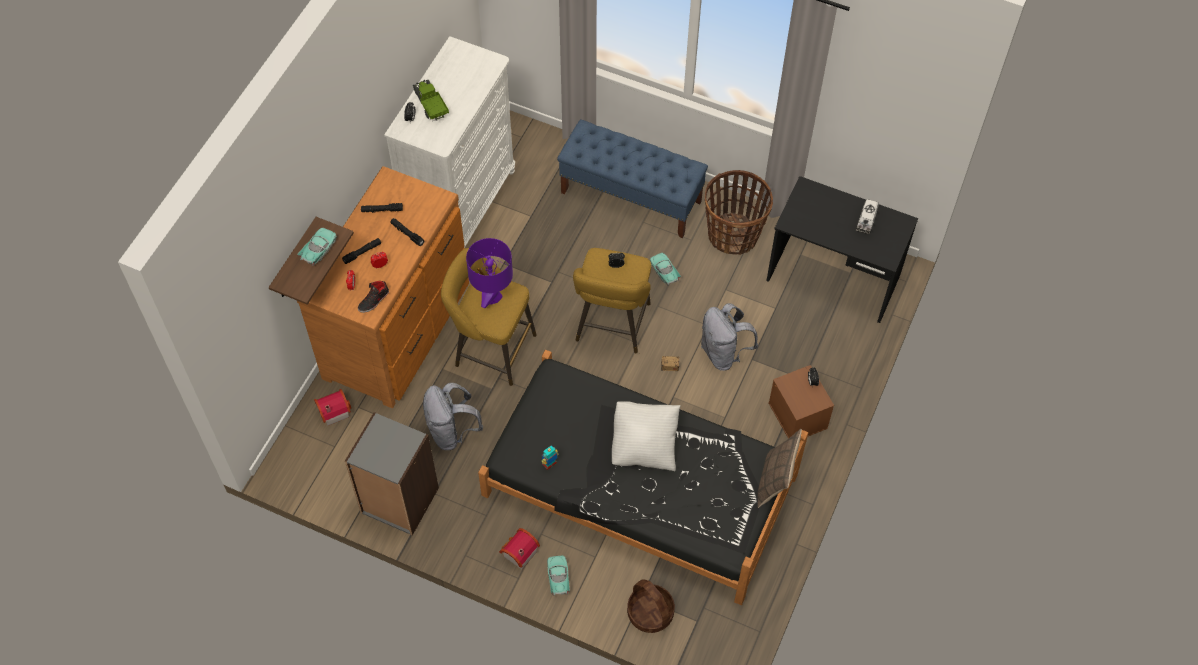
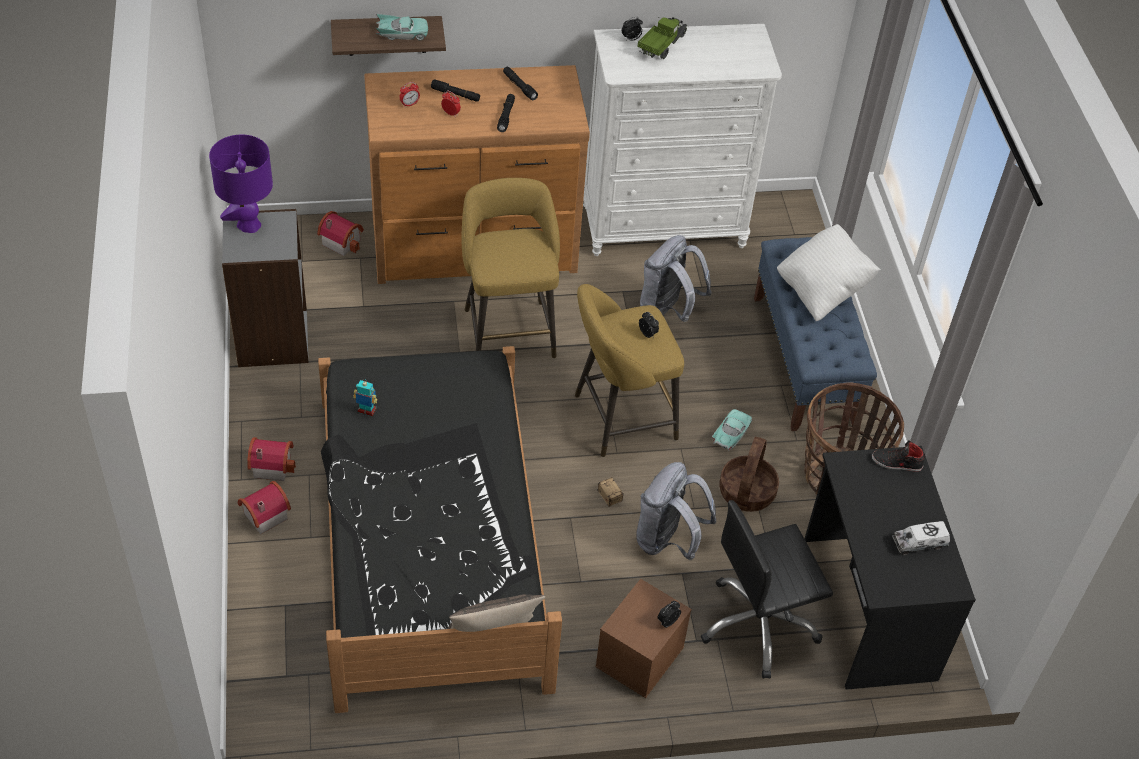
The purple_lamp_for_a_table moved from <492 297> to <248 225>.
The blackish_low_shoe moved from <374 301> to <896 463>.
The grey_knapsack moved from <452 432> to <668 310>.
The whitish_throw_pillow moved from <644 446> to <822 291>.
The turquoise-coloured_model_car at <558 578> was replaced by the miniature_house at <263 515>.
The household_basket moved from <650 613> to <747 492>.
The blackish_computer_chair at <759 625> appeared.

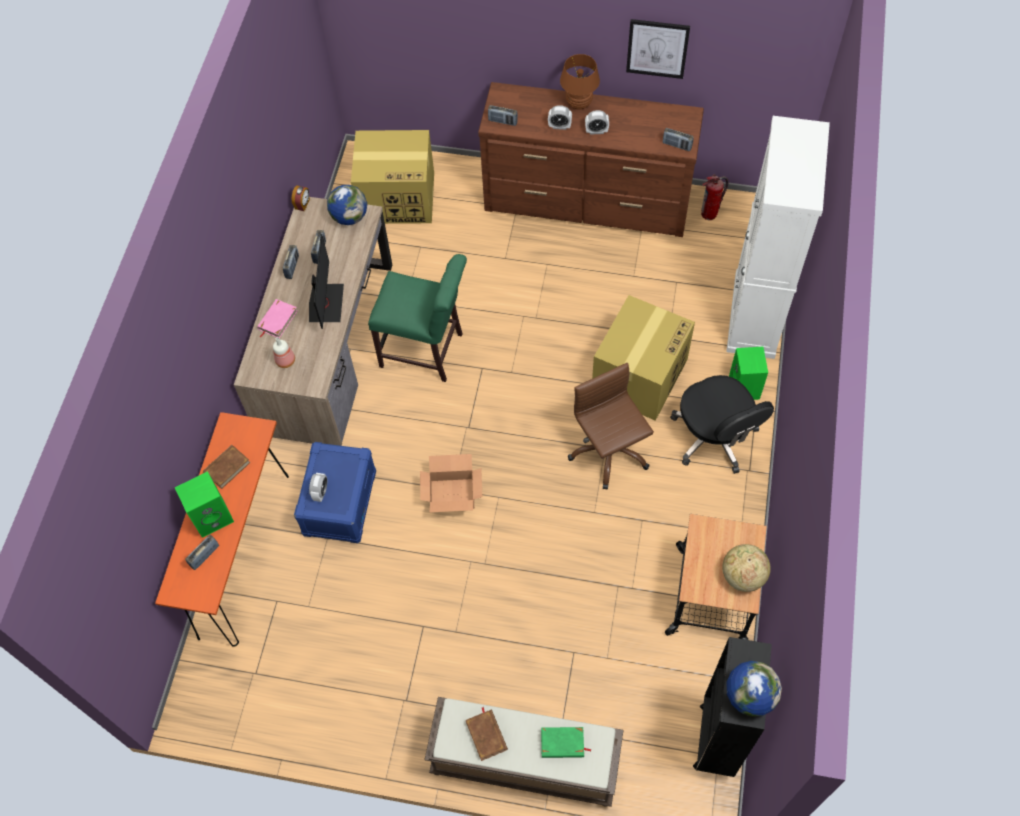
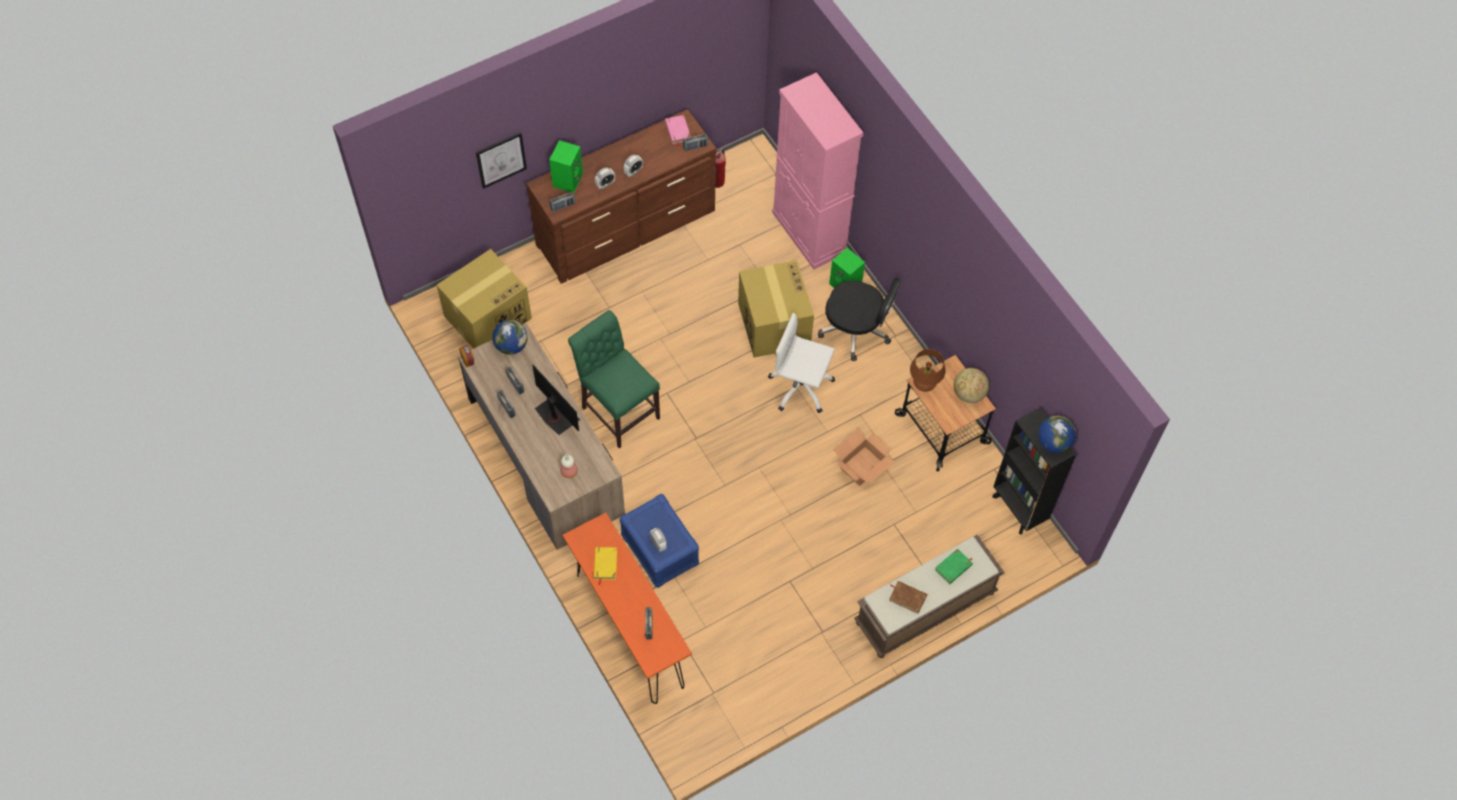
The wall_picture moved from <657 48> to <501 159>.
The brownish_lamp_for_a_table moved from <579 103> to <924 384>.
The whitish_storage_cabinet at <754 315> became the pink_storage_cabinet at <809 233>.
The green_plain_chair at <426 352> turned 105 degrees counterclockwise.
The pink_book moved from <277 320> to <677 131>.
The brownish_computer_chair at <608 452> became the whitish_computer_chair at <800 387>.
The brownish_book at <226 468> became the yellow-coloured_book at <605 564>.
The cardboard_box moved from <452 494> to <861 466>.
The green_audio_speaker moved from <213 516> to <567 179>.

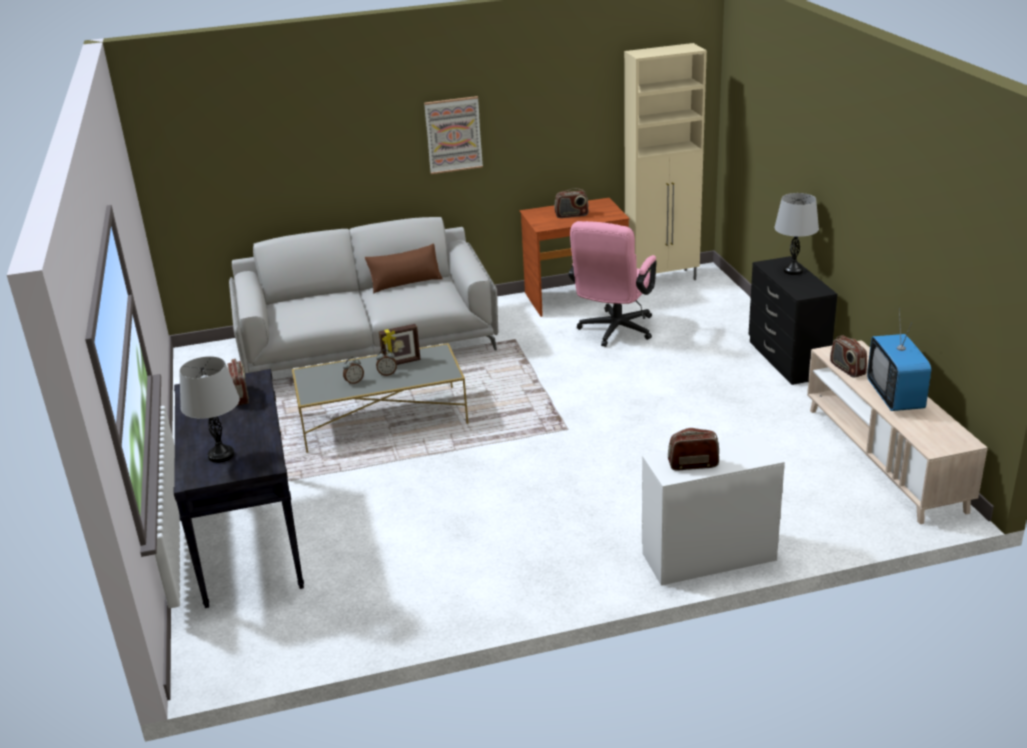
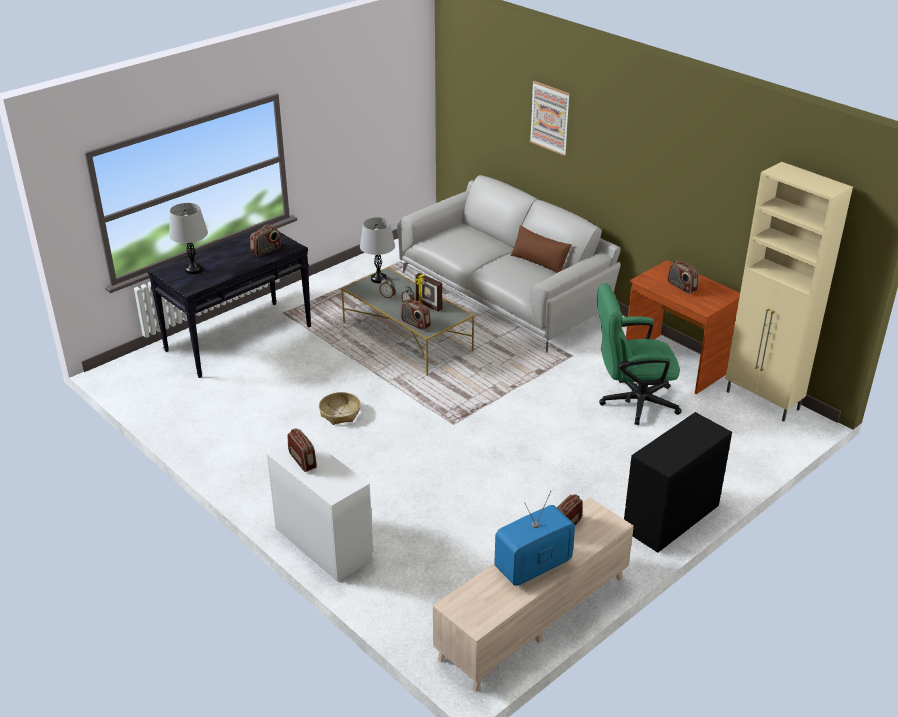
The wall_picture moved from <453 135> to <550 118>.
The grey_lamp_for_a_table moved from <793 271> to <378 279>.
The pink_computer_chair at <614 332> became the green_computer_chair at <631 402>.
The radio_receiver at <415 324> appeared.
The household_basket at <340 413> appeared.

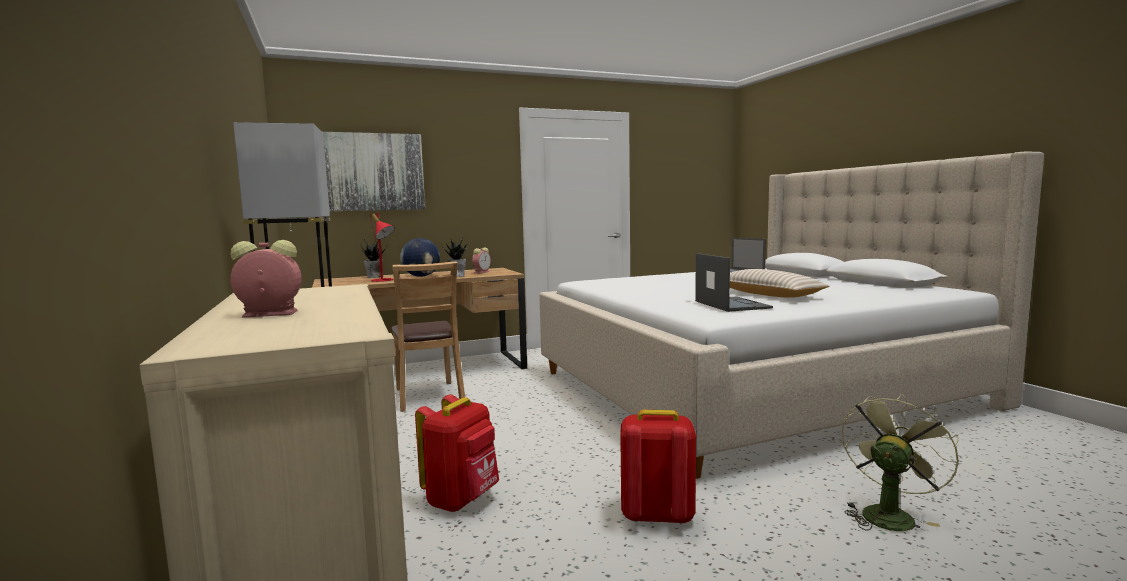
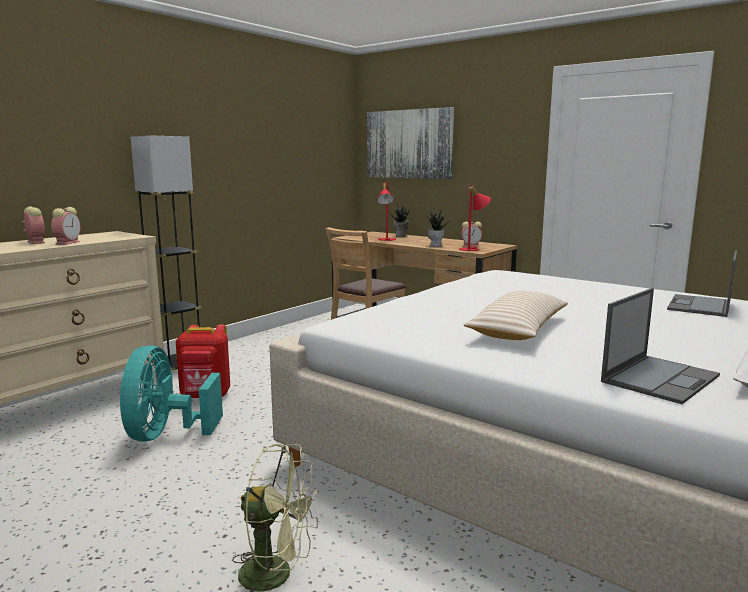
The desk_globe at <421 276> disappeared.
The notebook_computer moved from <731 304> to <660 378>.
The reddish_knapsack at <656 515> disappeared.
The reddish_lamp_for_a_table at <473 249> appeared.
The bedside_clock at <68 243> appeared.
The turquoise-coloured_electric_fan at <165 434> appeared.

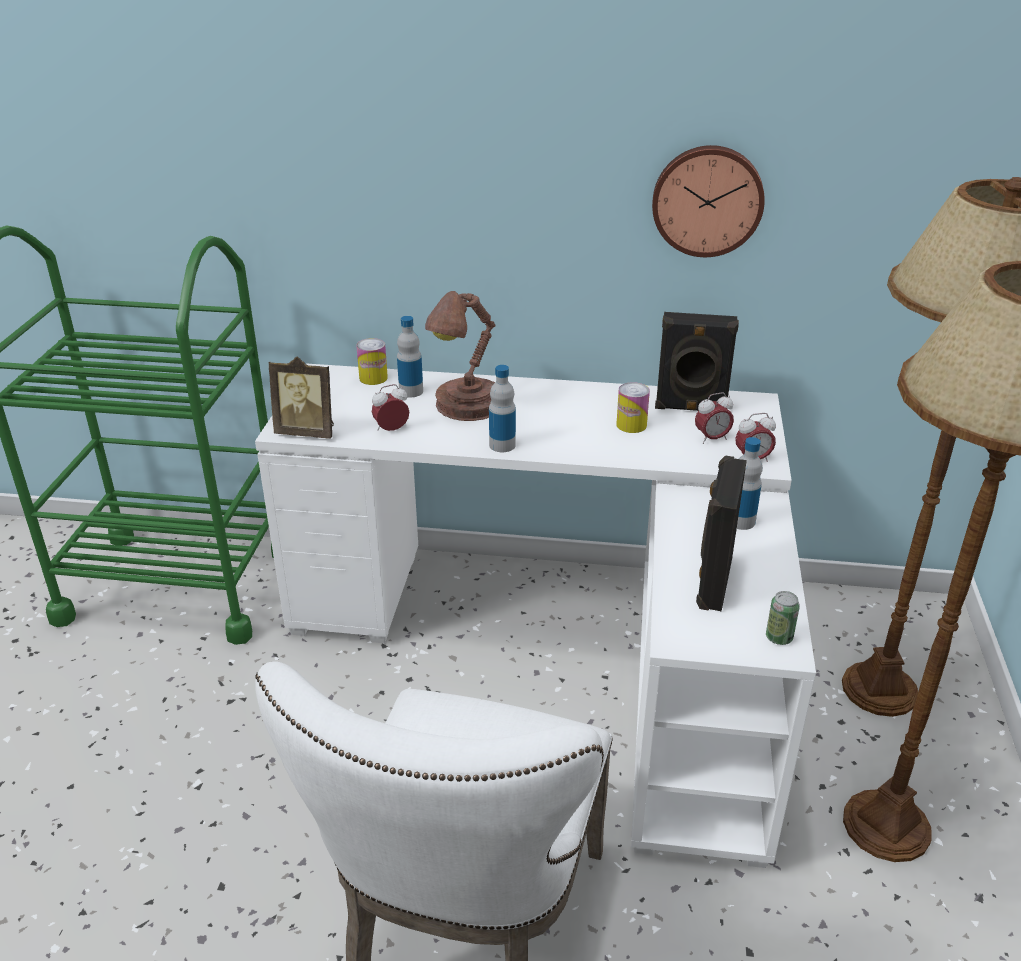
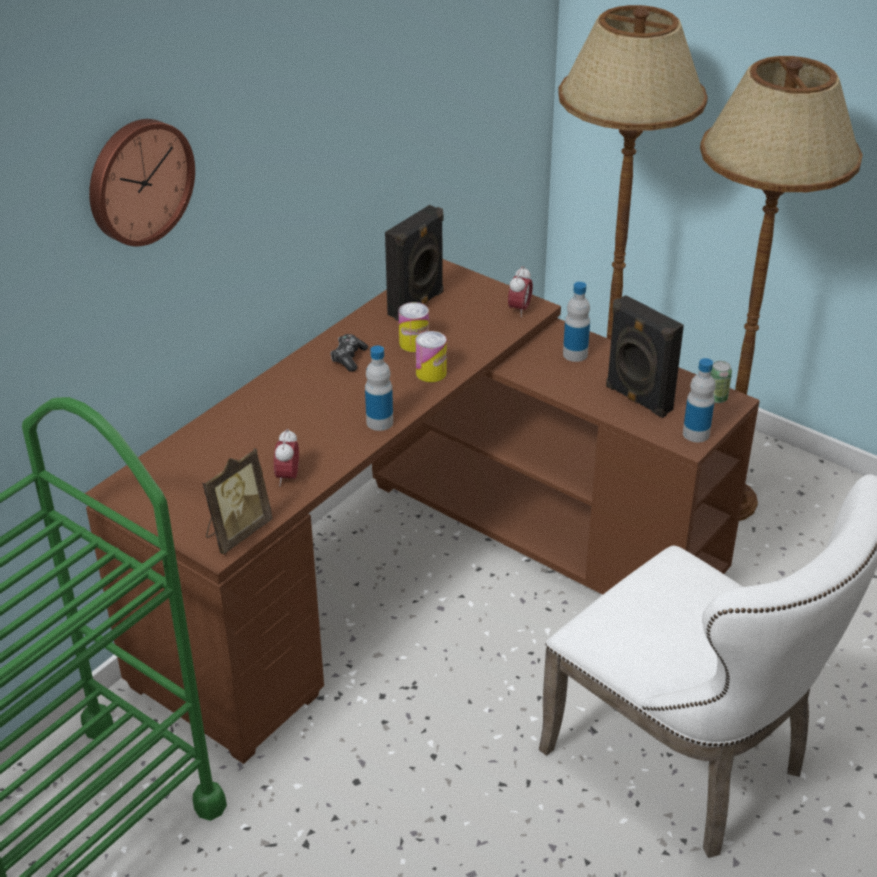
The clock_on_the_wall moved from <707 200> to <138 181>.
The brownish_lamp_for_a_table at <466 407> disappeared.
The bottle moved from <411 391> to <696 434>.
The sealed_can moved from <373 378> to <431 373>.
The whitish_desk at <566 645> became the brownish_desk at <422 575>.
The bedside_clock at <712 439> disappeared.
The joypad at <348 358> appeared.

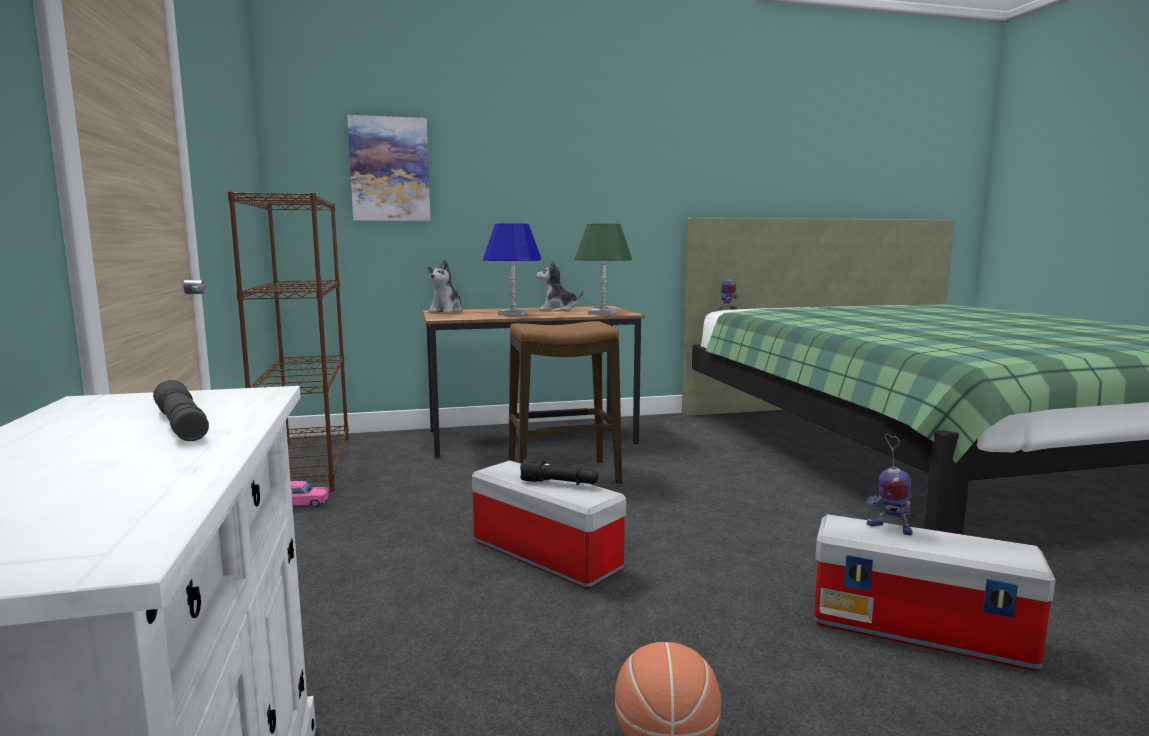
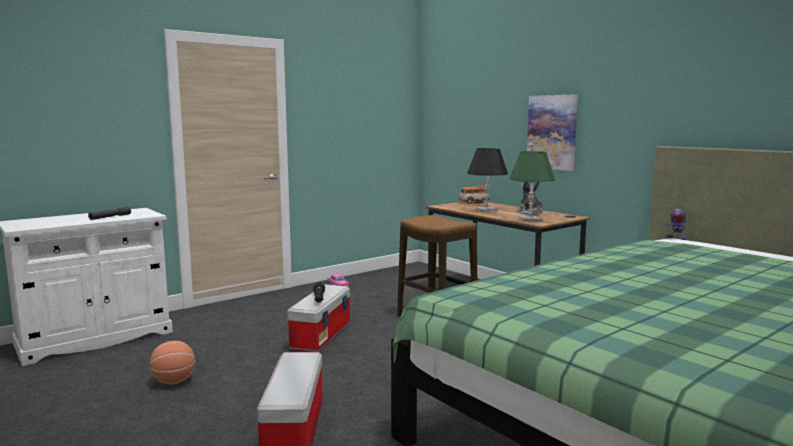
The wall_picture moved from <390 169> to <552 132>.
The brownish_shelving_unit at <307 464> disappeared.
The blue-coloured_lamp_for_a_table at <513 314> became the blackish_lamp_for_a_table at <486 210>.
The soft_toy at <446 311> was replaced by the model_car at <474 202>.
The model_robot at <889 528> disappeared.

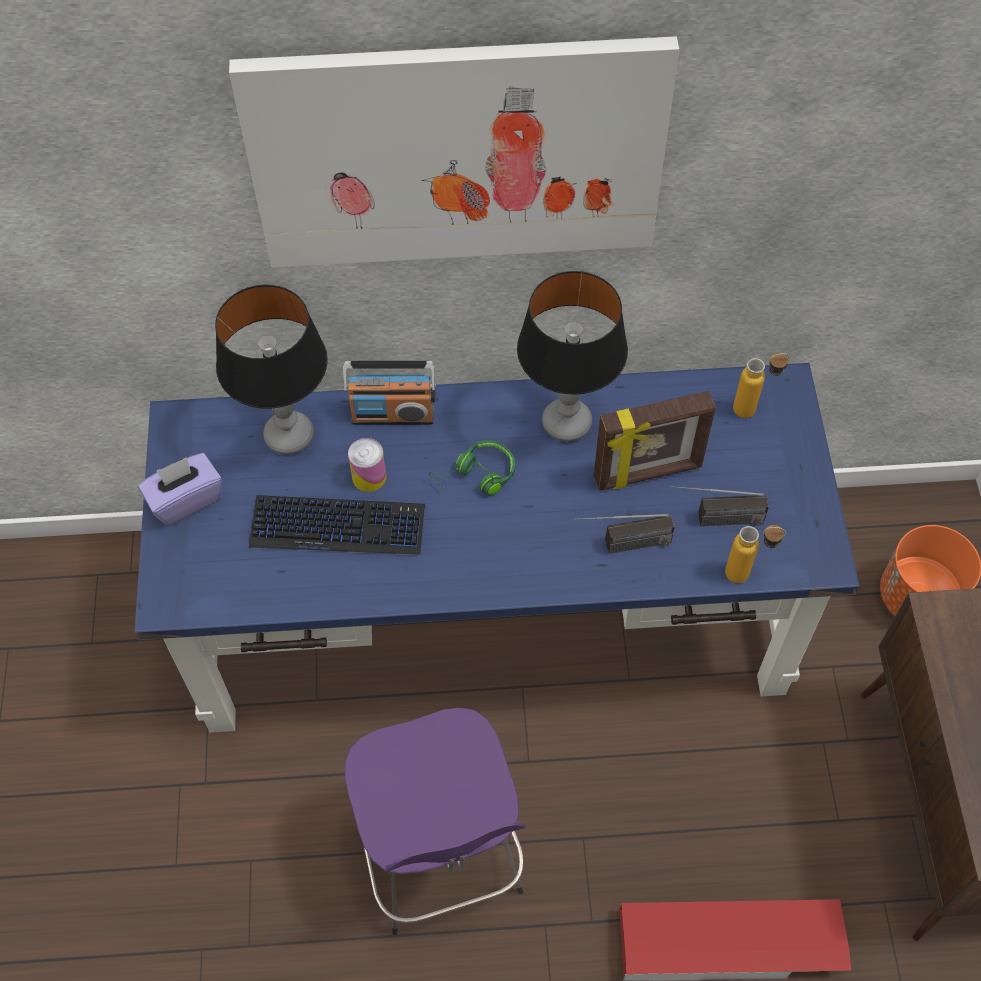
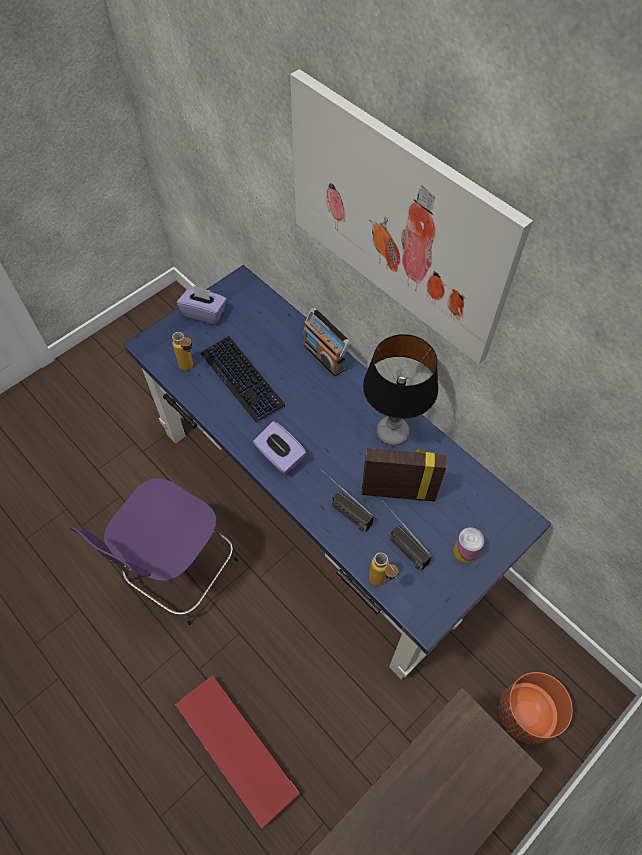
The lamp_for_a_table at <289 436> disappeared.
The bottle moved from <753 409> to <190 369>.
The standing_frame at <648 473> turned 150 degrees clockwise.
The sealed_can moved from <369 477> to <465 551>.
The green_pair_of_headphones at <477 476> disappeared.
The purple_tissue_holder at <280 457> appeared.

